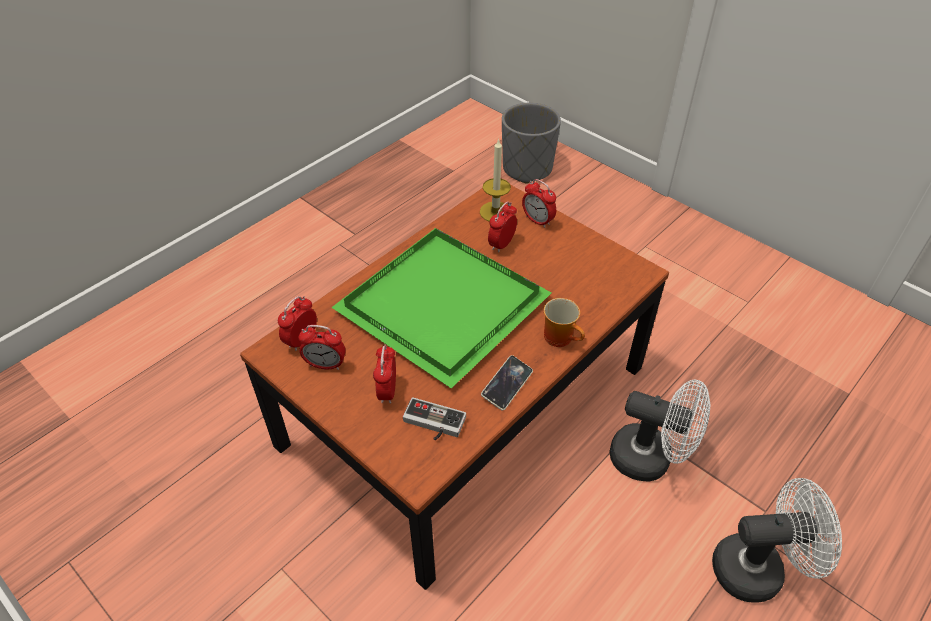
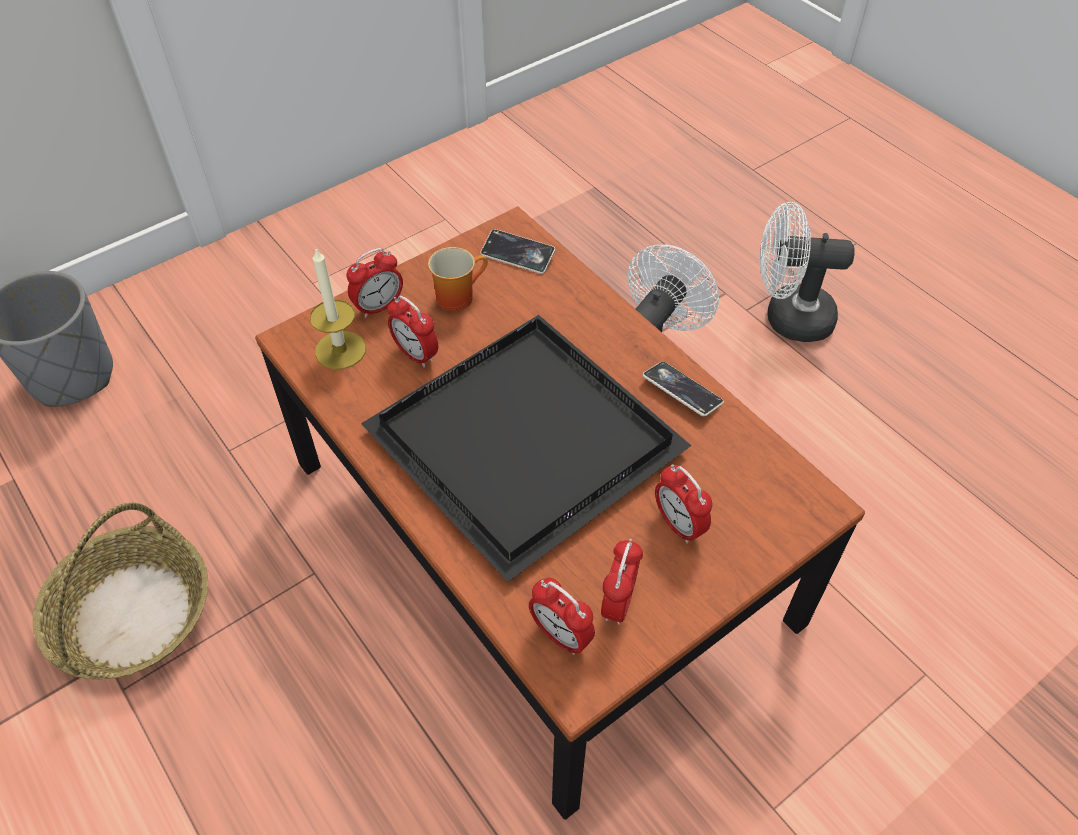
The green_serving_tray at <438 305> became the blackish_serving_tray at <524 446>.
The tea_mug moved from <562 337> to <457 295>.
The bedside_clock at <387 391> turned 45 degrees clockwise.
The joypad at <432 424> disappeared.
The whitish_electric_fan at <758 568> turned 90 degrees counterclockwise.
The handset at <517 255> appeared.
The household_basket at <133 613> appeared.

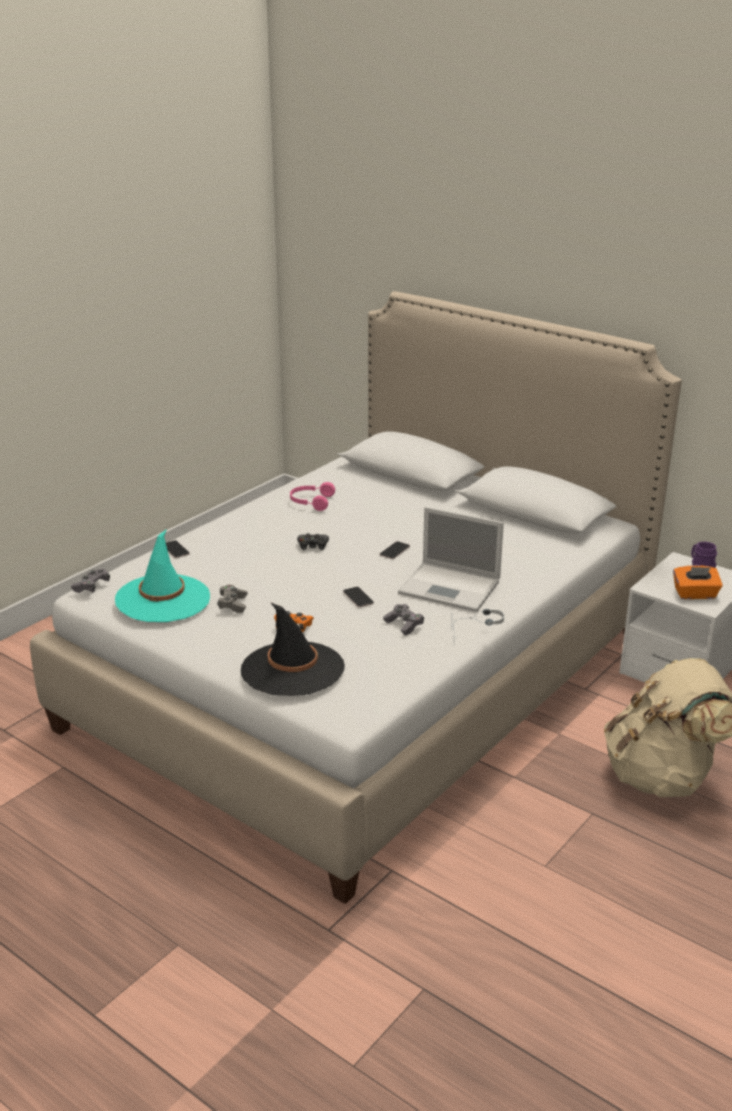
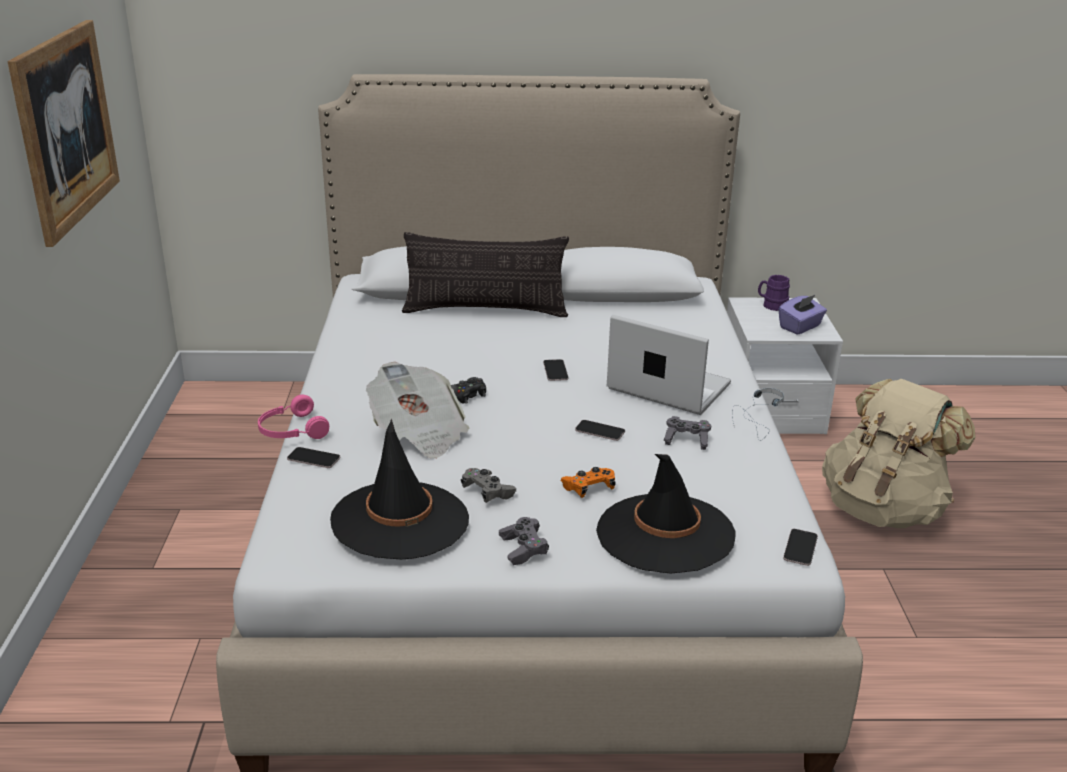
The pink_pair_of_headphones moved from <311 502> to <291 431>.
The notebook_computer at <451 587> turned 135 degrees counterclockwise.
The turquoise-coloured_hat at <163 599> became the blackish_hat at <400 520>.
The orange-coloured_tissue_holder at <695 594> became the purple_tissue_holder at <800 327>.
The grey_joypad moved from <91 587> to <523 549>.
The wall_picture at <66 128> appeared.
The throw_pillow at <485 310> appeared.
The newspaper at <419 433> appeared.
The handset at <800 548> appeared.

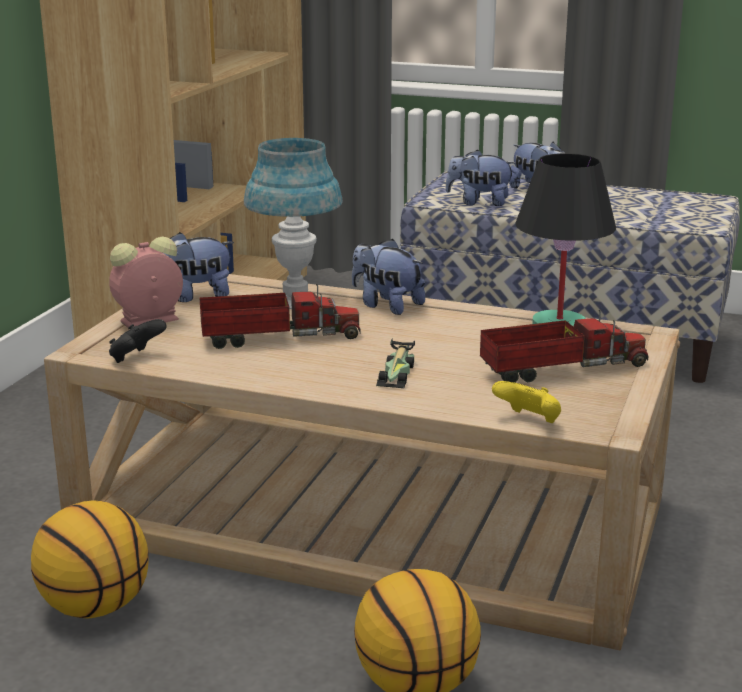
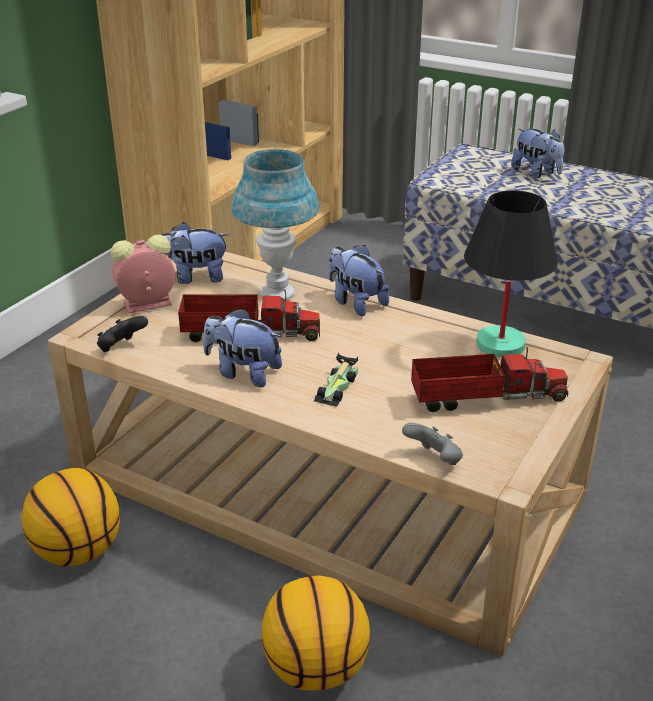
The soft_toy moved from <479 202> to <243 373>.
The yellow-coloured_joypad at <529 421> became the grey_joypad at <434 460>.

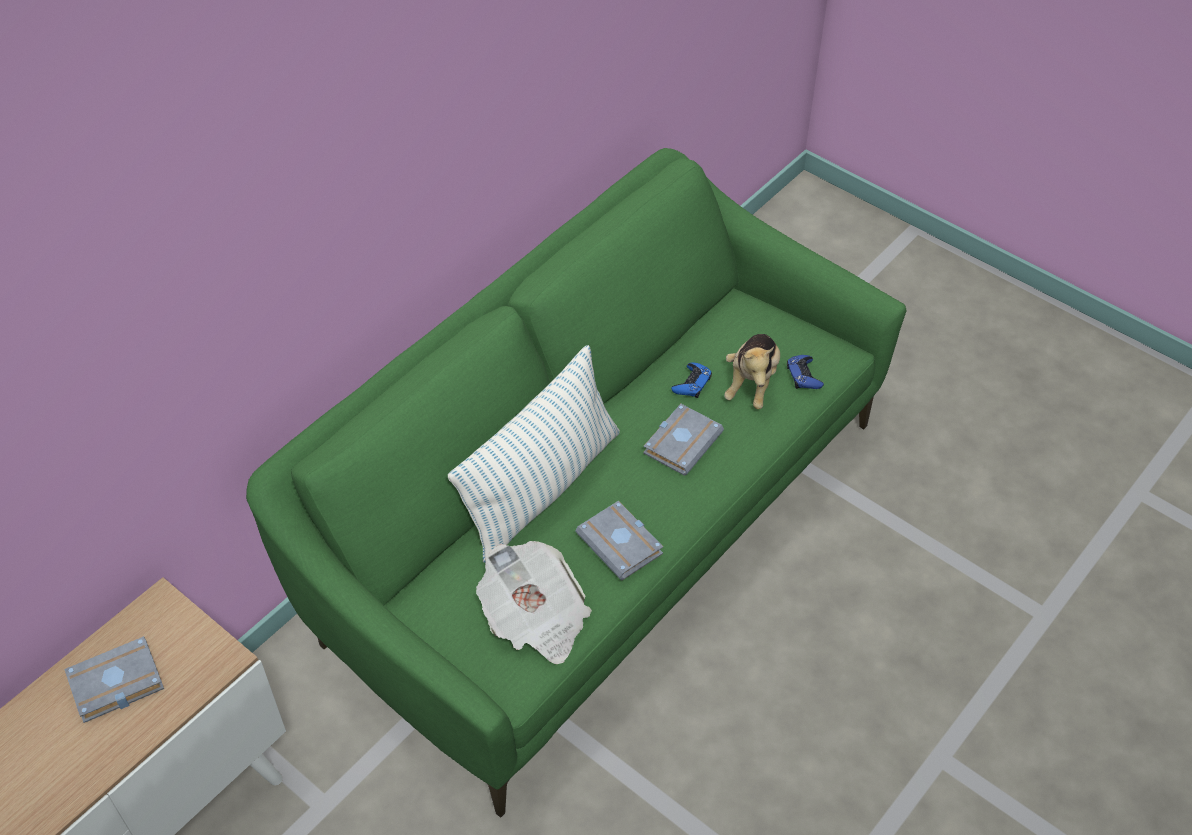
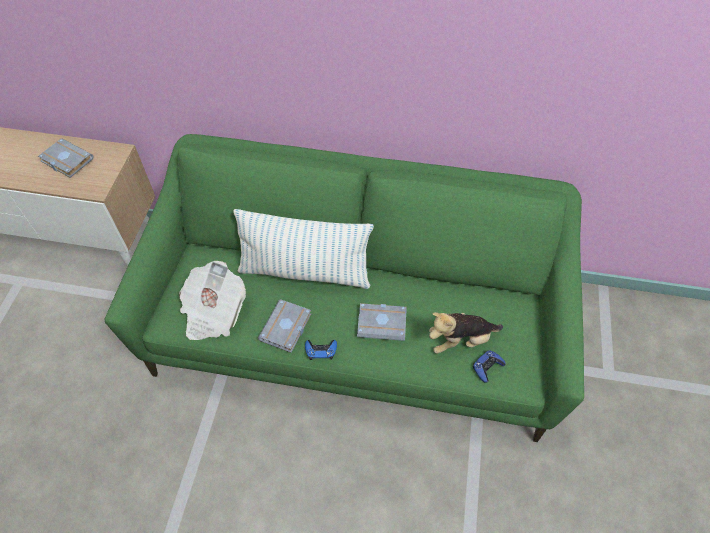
The blue-coloured_joypad moved from <692 383> to <321 350>.

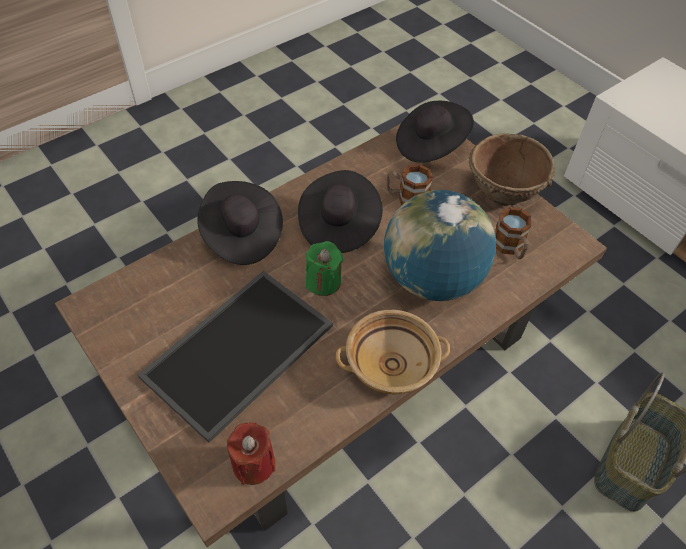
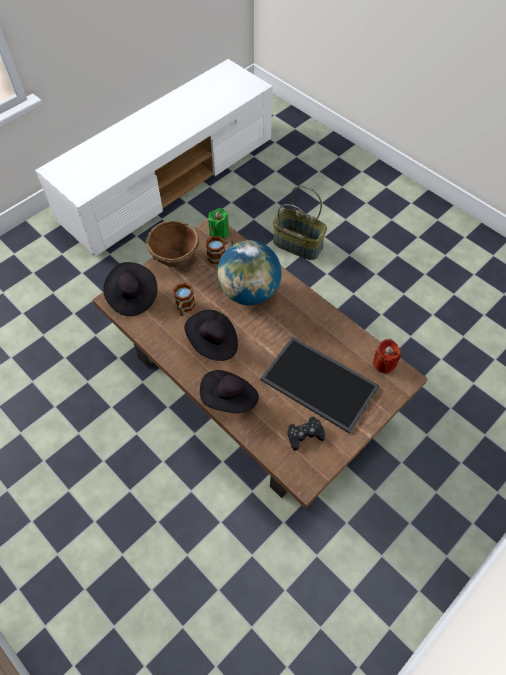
The green_wax_light moved from <323 282> to <219 232>.
The beige_bowl at <391 363> disappeared.
The blackish_joypad at <304 435> appeared.

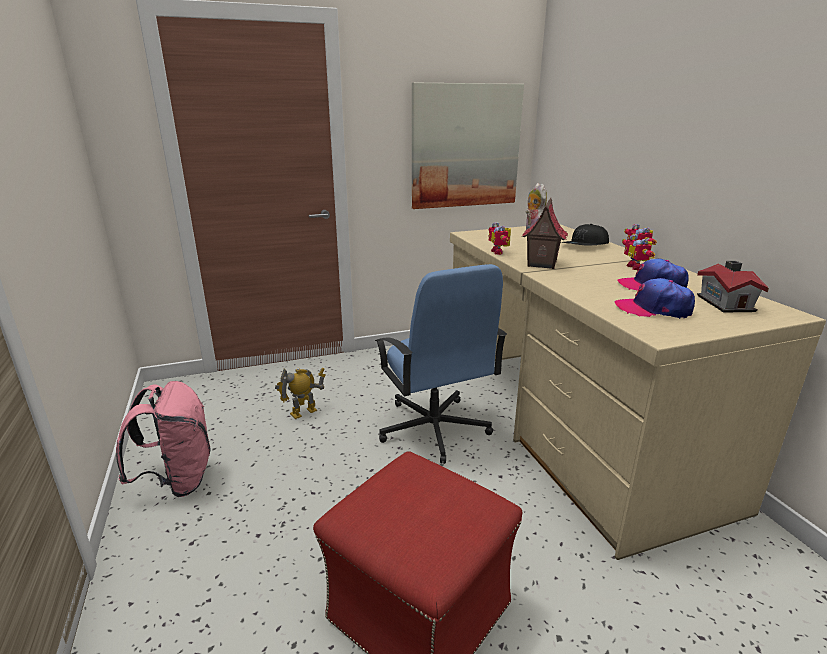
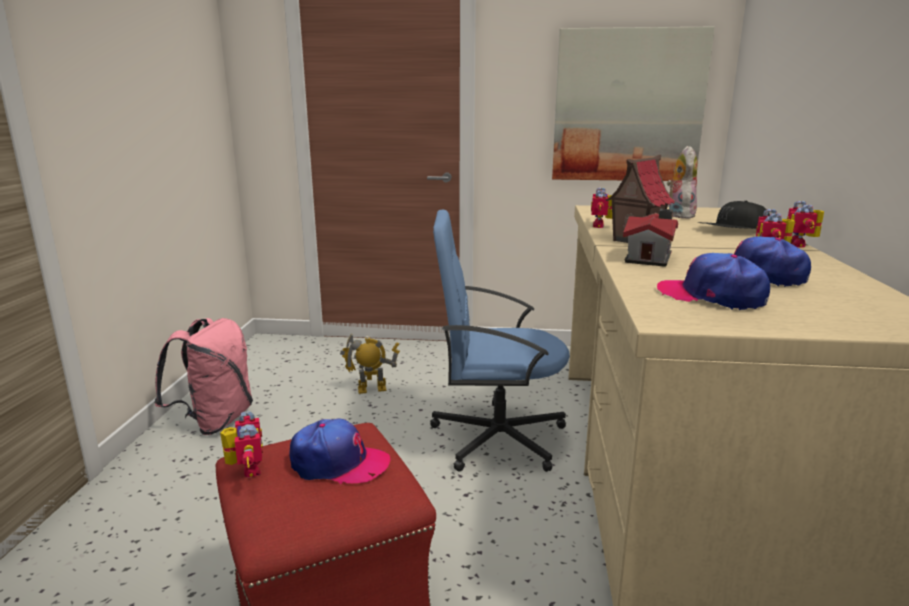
The miniature_house moved from <726 303> to <650 257>.
The blue-coloured_computer_chair at <434 429> turned 90 degrees clockwise.
The model_robot at <245 469> appeared.
The baseball_cap at <338 463> appeared.

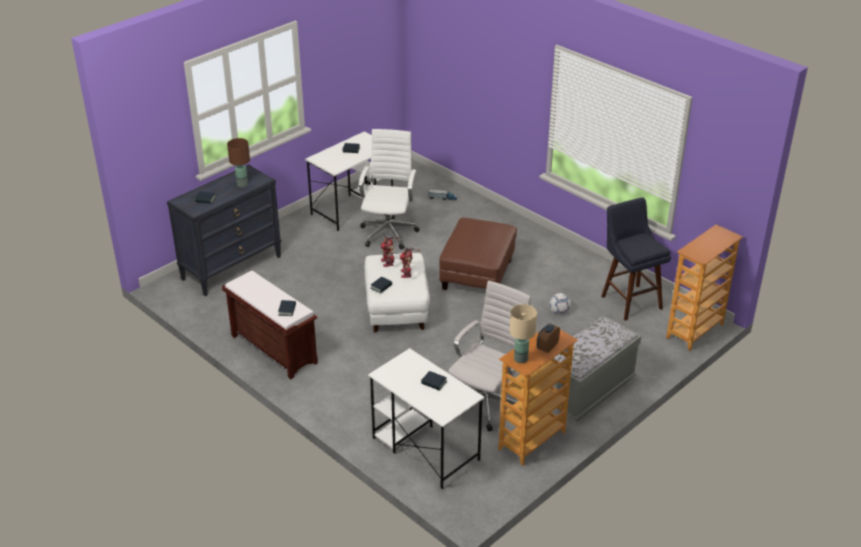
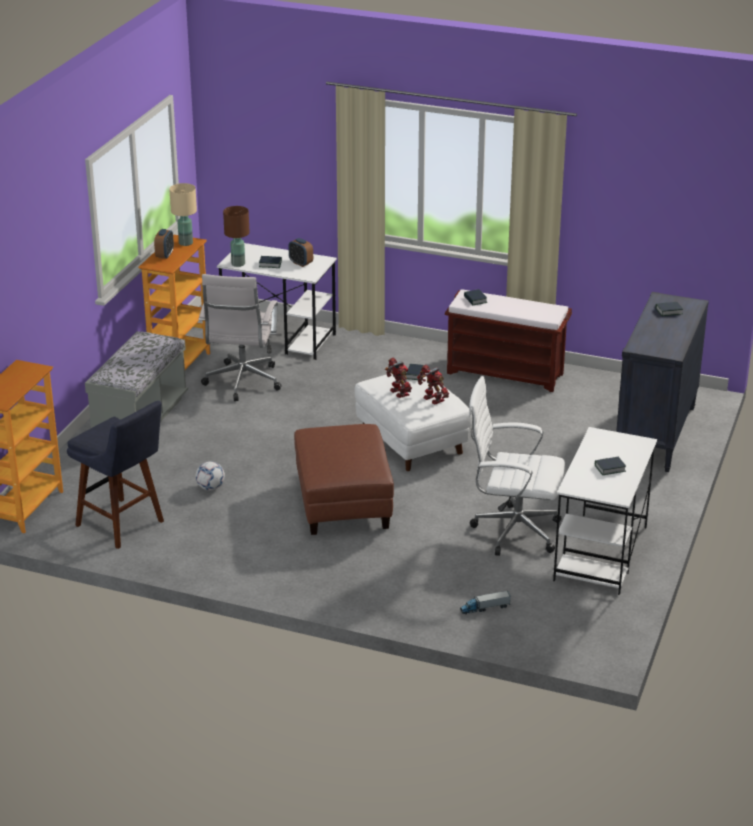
The whitish_computer_chair at <389 232> turned 120 degrees clockwise.
The brownish_lamp_for_a_table moved from <242 184> to <238 264>.
The bedside_clock at <301 263> appeared.

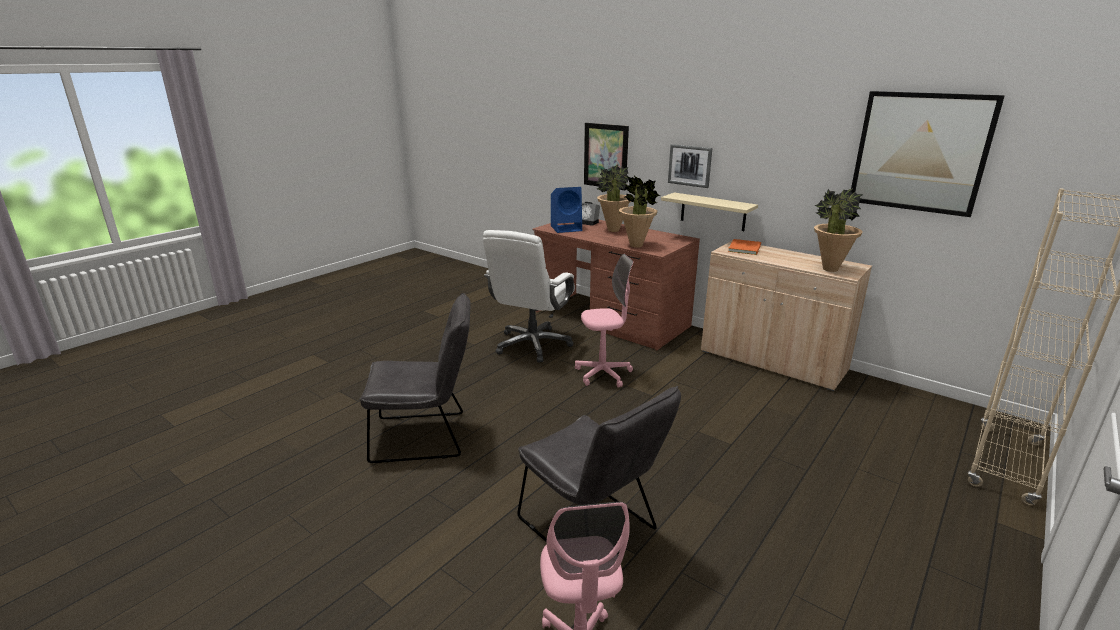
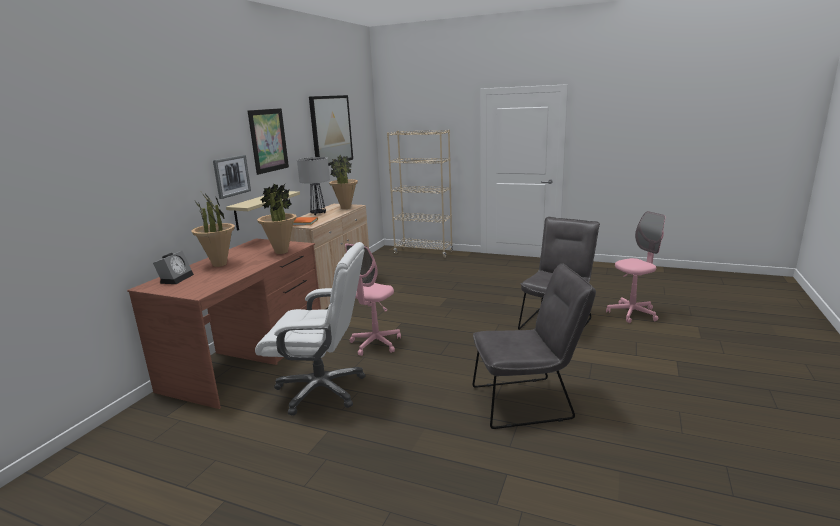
The wall_picture moved from <605 156> to <268 140>.
The blue-coloured_audio_speaker at <567 228> disappeared.
The pink_computer_chair at <603 374> turned 120 degrees counterclockwise.
The grey_plain_chair at <426 436> turned 105 degrees clockwise.
The lamp_for_a_table at <318 213> appeared.

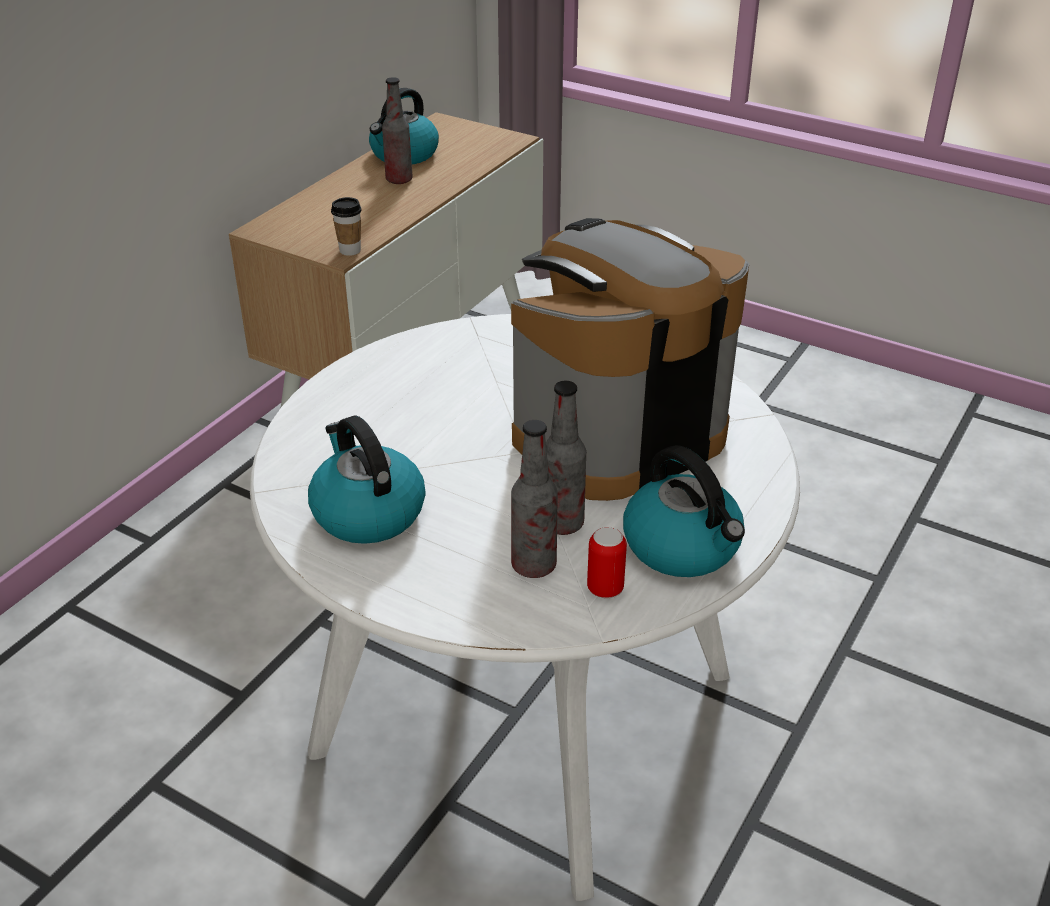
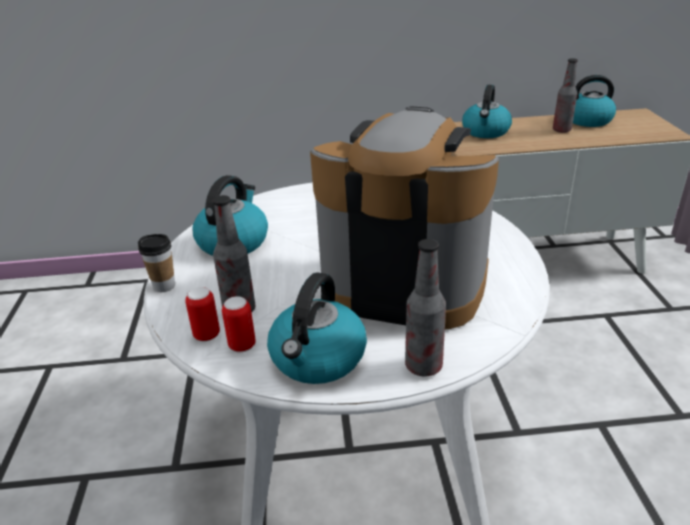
The small_cup moved from <350 250> to <164 286>.
The bottle moved from <562 524> to <423 366>.
The water_kettle at <486 132> appeared.
The sealed_can at <207 335> appeared.

